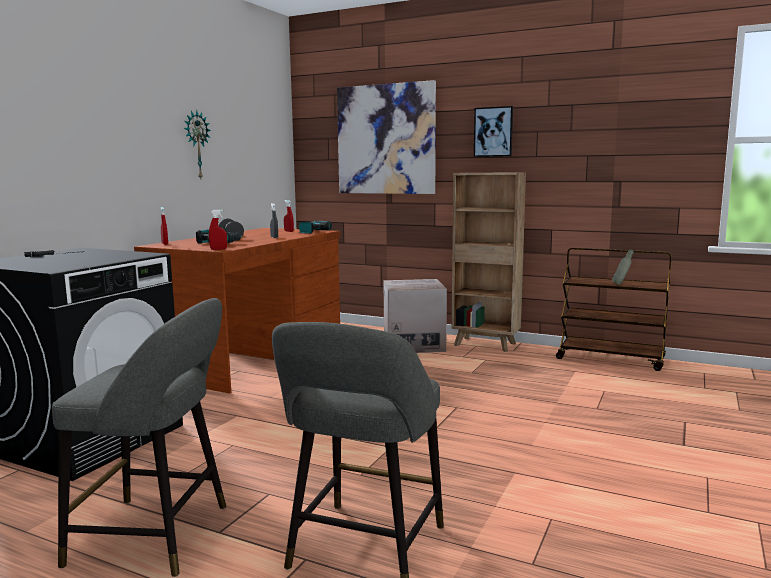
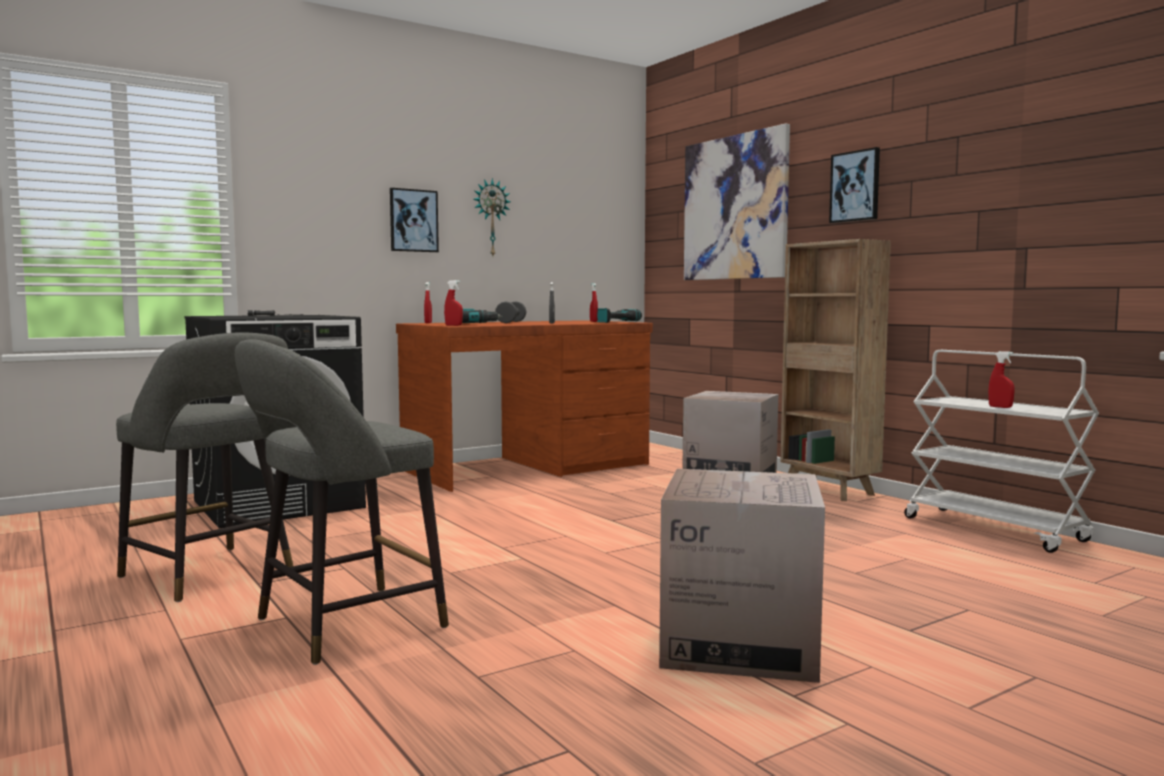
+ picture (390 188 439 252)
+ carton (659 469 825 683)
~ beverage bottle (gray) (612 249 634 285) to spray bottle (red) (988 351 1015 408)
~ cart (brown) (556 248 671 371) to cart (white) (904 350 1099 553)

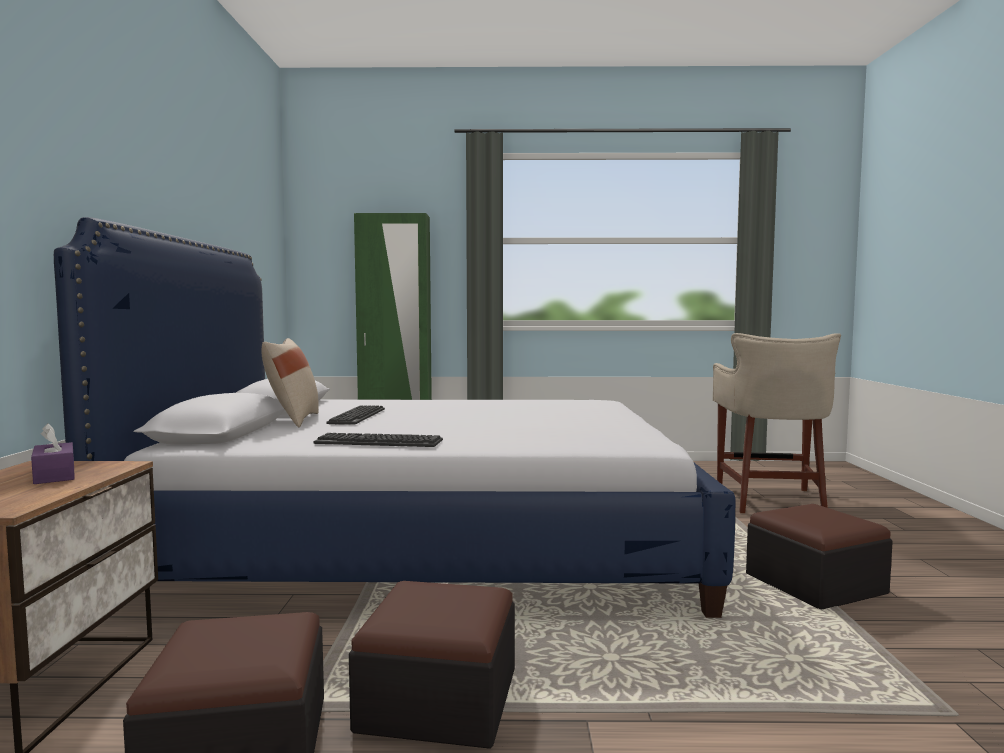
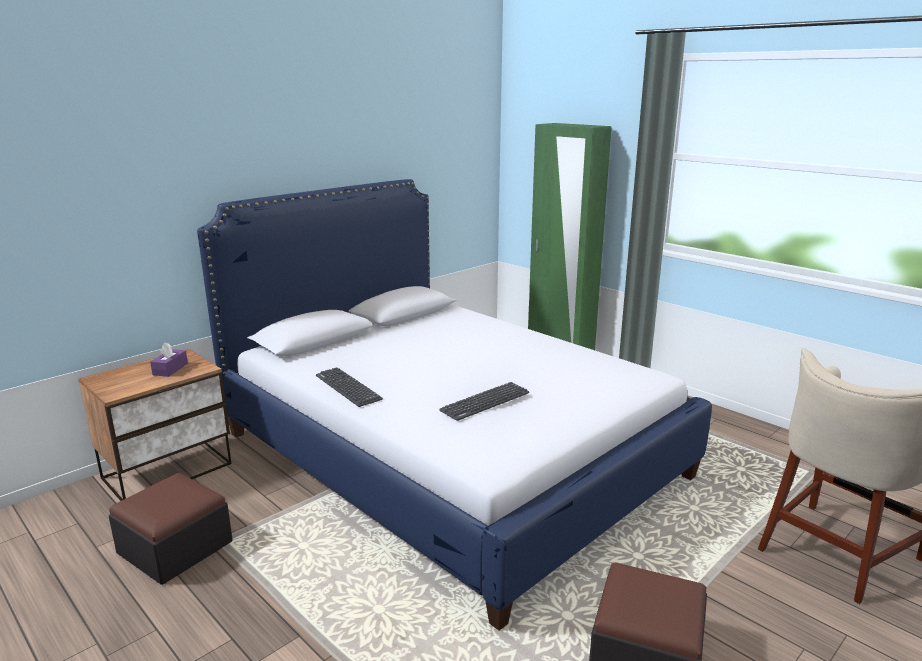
- cushion (sand-coloured) (261 338 319 427)
- ottoman (349 581 515 749)
~ computer keyboard (326 405 385 425) to (439 382 529 421)

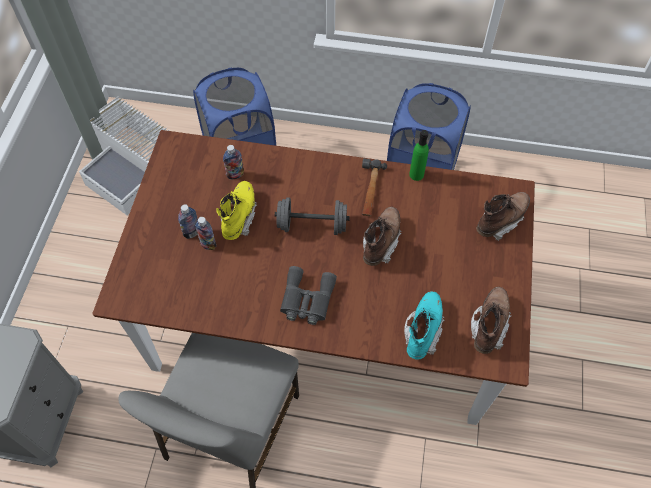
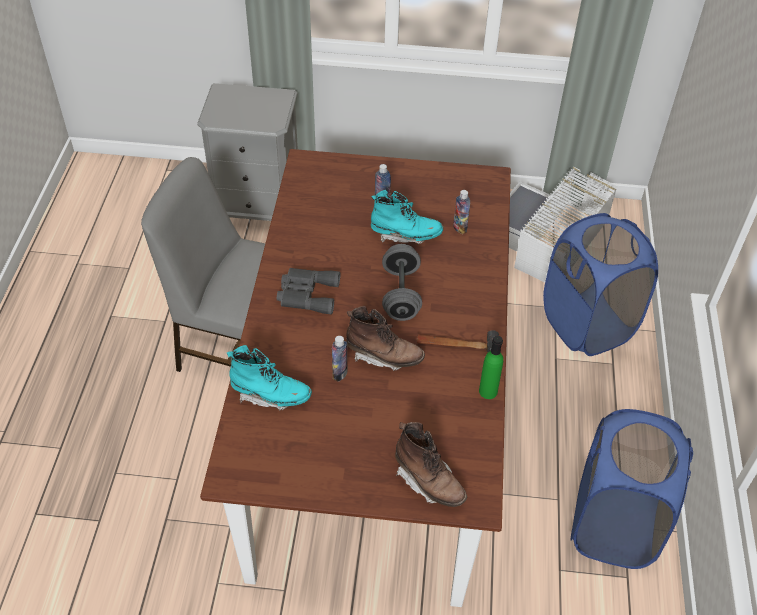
- boot (brown) (471 287 511 354)
~ beverage bottle (195 217 216 250) to (332 336 347 382)
~ boot (yellow) (216 181 258 240) to boot (turquoise-coloured) (371 190 443 244)

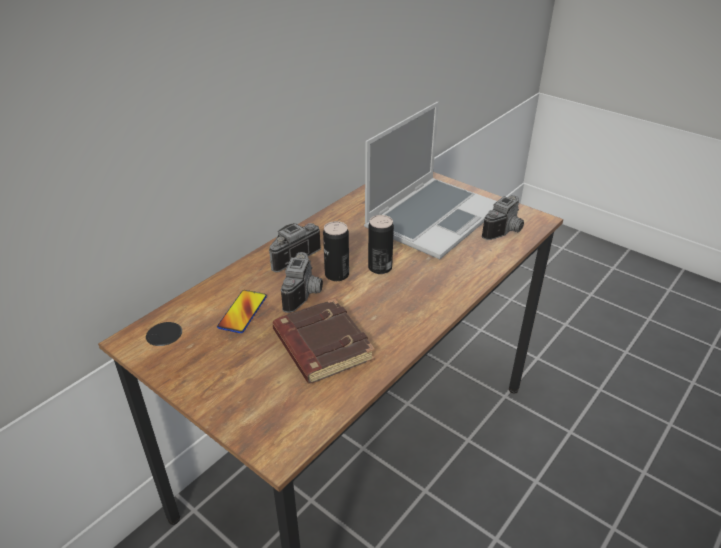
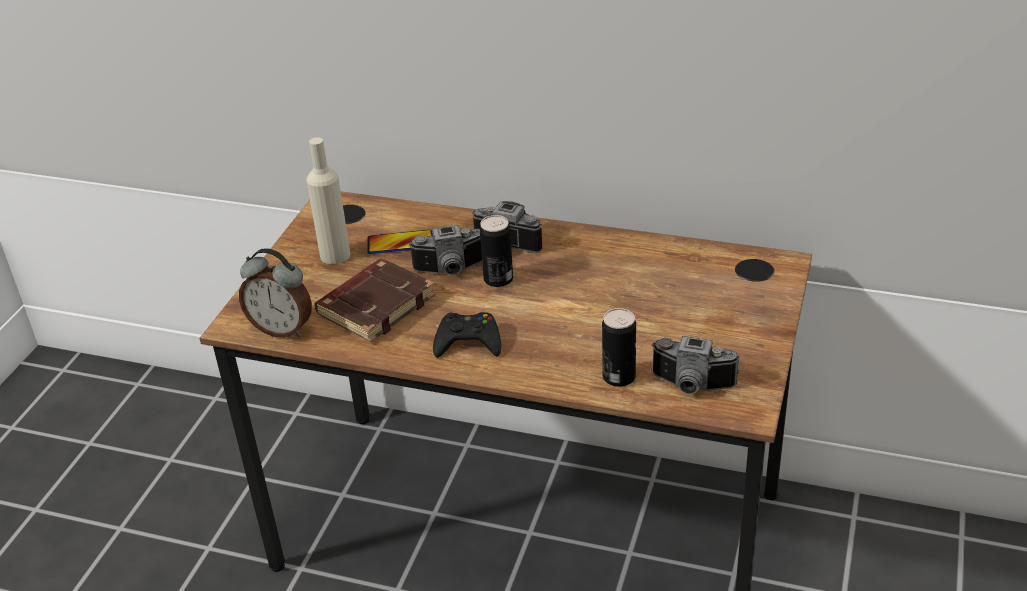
- portable computer (364 102 497 259)
+ table clock (239 248 312 338)
+ beverage bottle (sand-coloured) (307 137 350 264)
+ joypad (black) (433 312 502 358)
~ metal can (368 215 394 274) to (602 308 636 387)

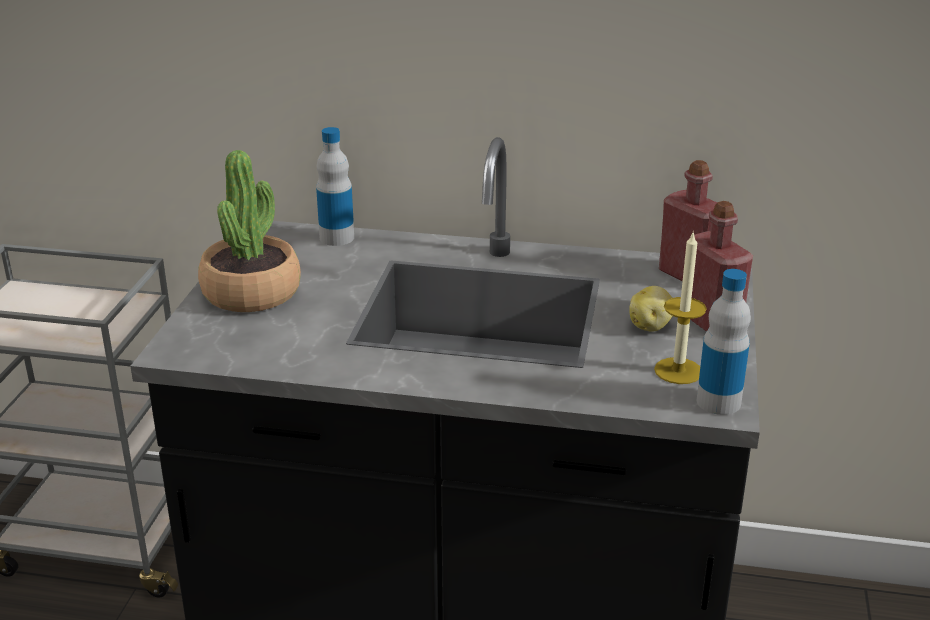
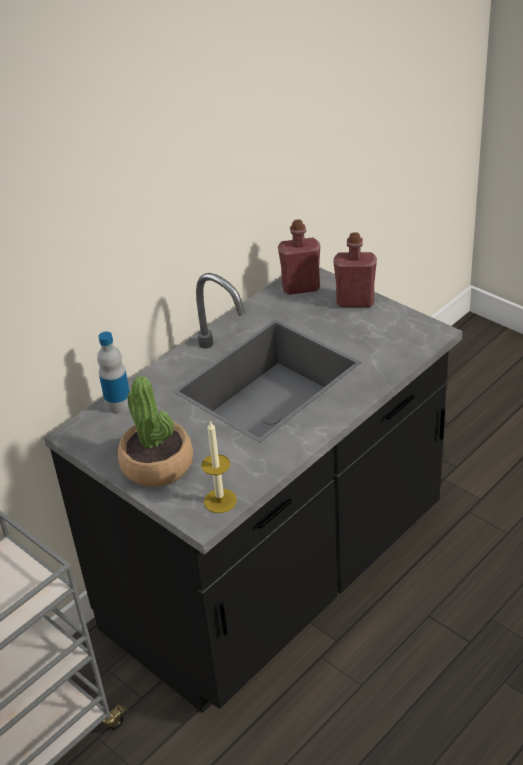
- spud (629 286 673 332)
- beverage bottle (697 269 751 415)
~ wax light (654 233 707 384) to (201 420 237 513)

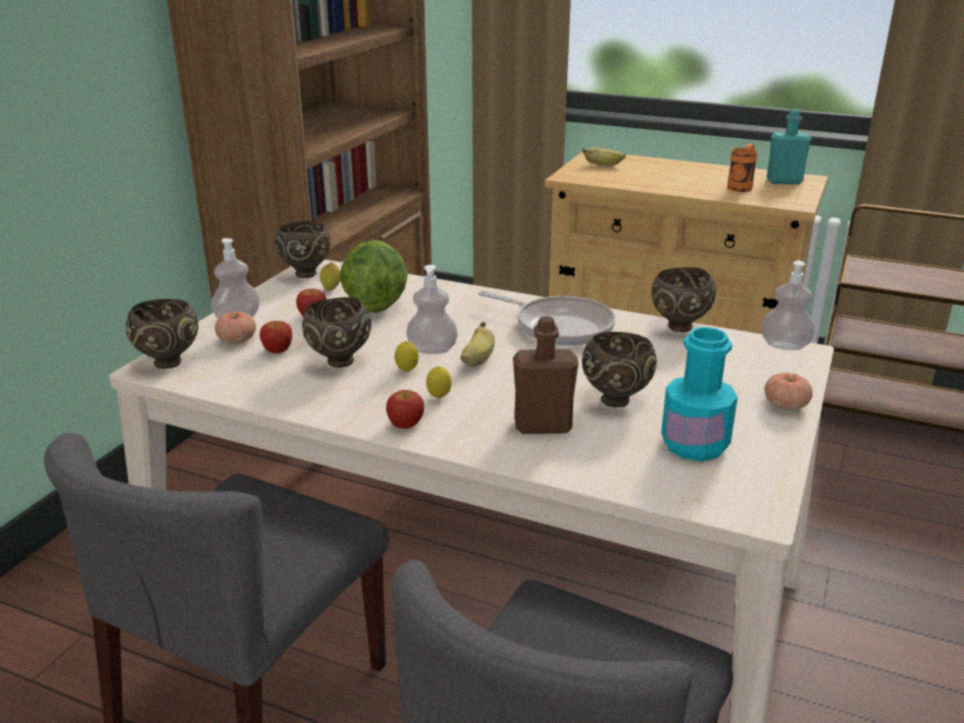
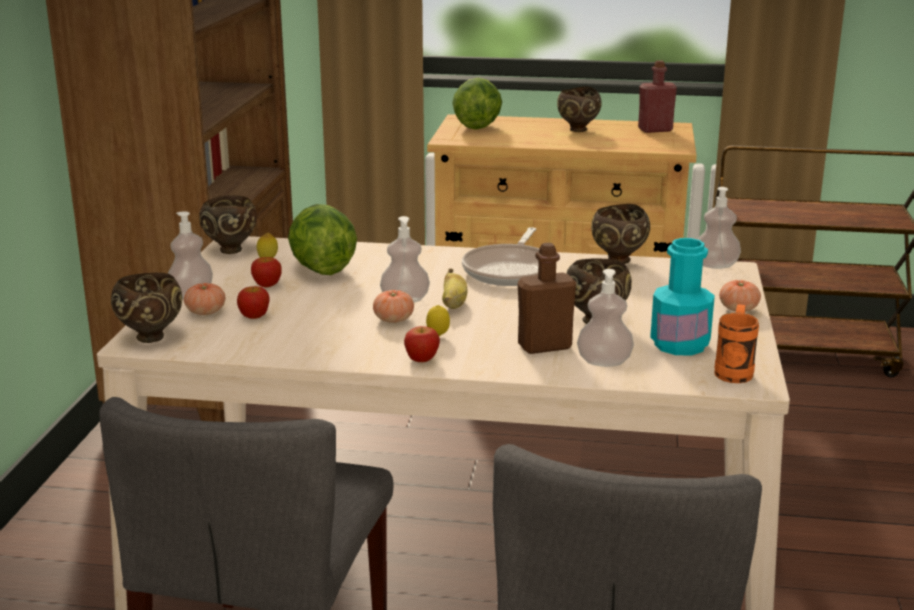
+ liquid soap bottle (577 269 634 367)
~ bowl (brown) (302 297 372 368) to (557 87 602 132)
~ coffee mug (orange-coloured) (727 144 757 192) to (714 304 759 383)
~ lemon (395 341 419 372) to fresh tomato (373 290 414 323)
~ banana fruit (582 148 626 166) to head of lettuce (452 77 502 130)
~ beverage bottle (turquoise-coloured) (766 109 811 184) to beverage bottle (red) (638 60 677 133)
~ frying pan (478 291 616 346) = (462 227 540 286) 90 degrees clockwise

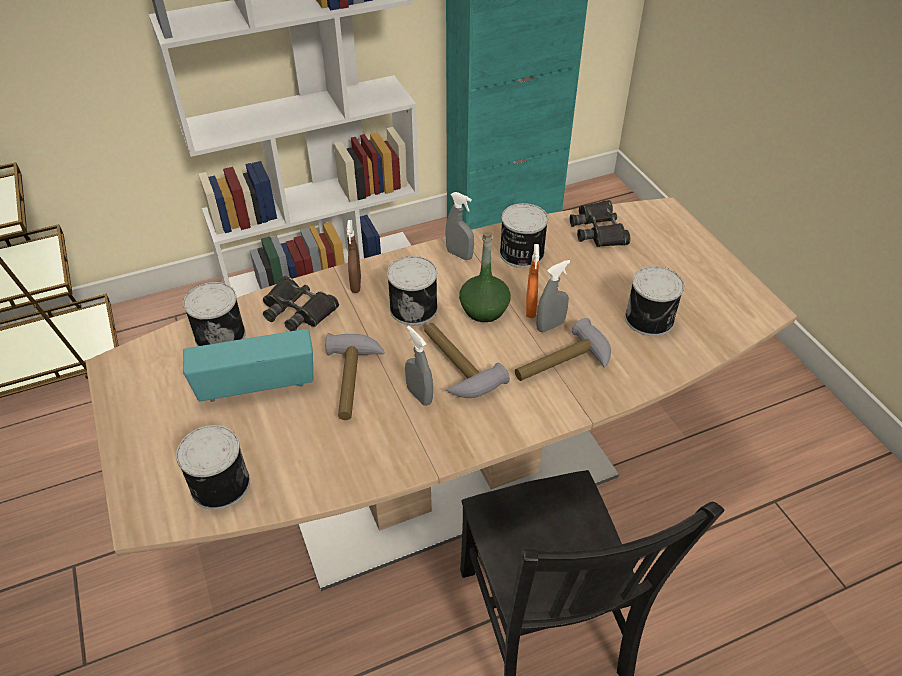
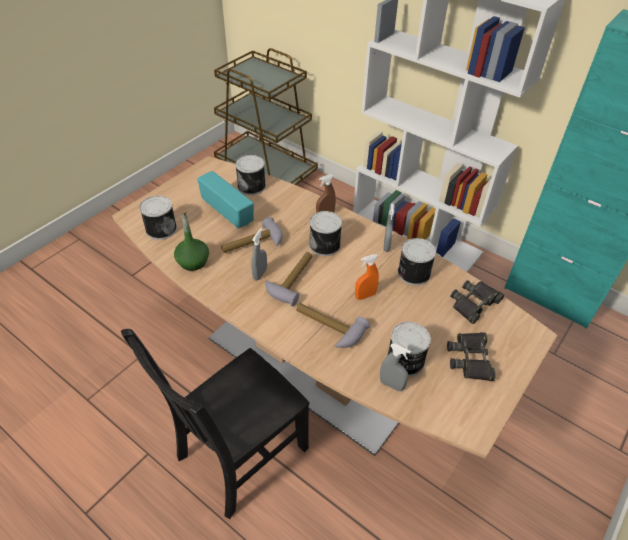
~ pair of binoculars (black) (263 276 339 331) to (447 332 496 381)
~ beverage bottle (green-coloured) (459 231 511 322) to (174 210 209 271)
~ spray bottle (gray) (536 260 570 332) to (380 344 411 391)

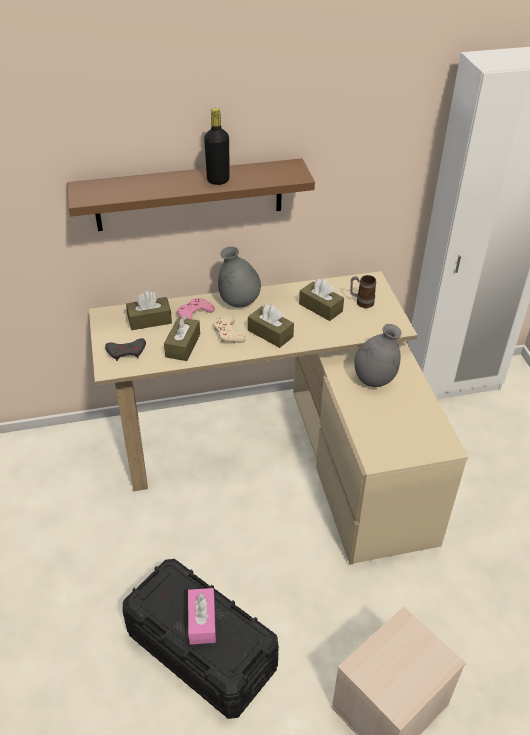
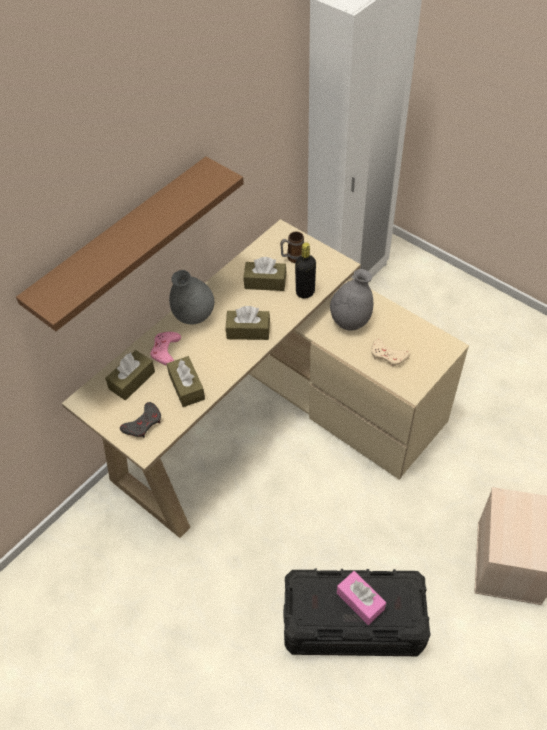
~ beverage bottle (black) (204 108 230 185) to (295 242 316 299)
~ joypad (sand-coloured) (213 316 246 343) to (371 339 410 367)

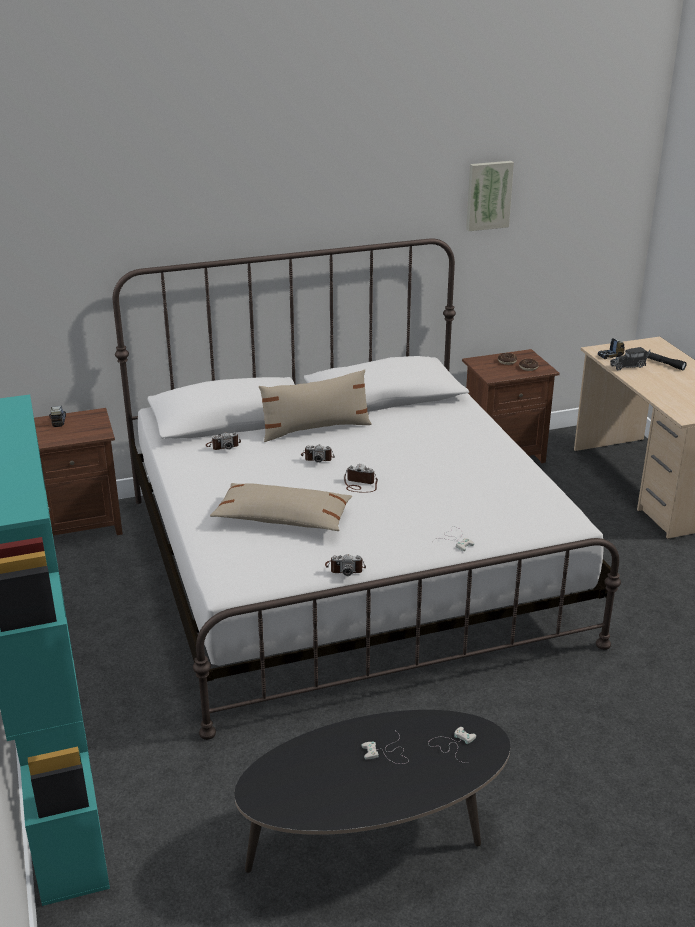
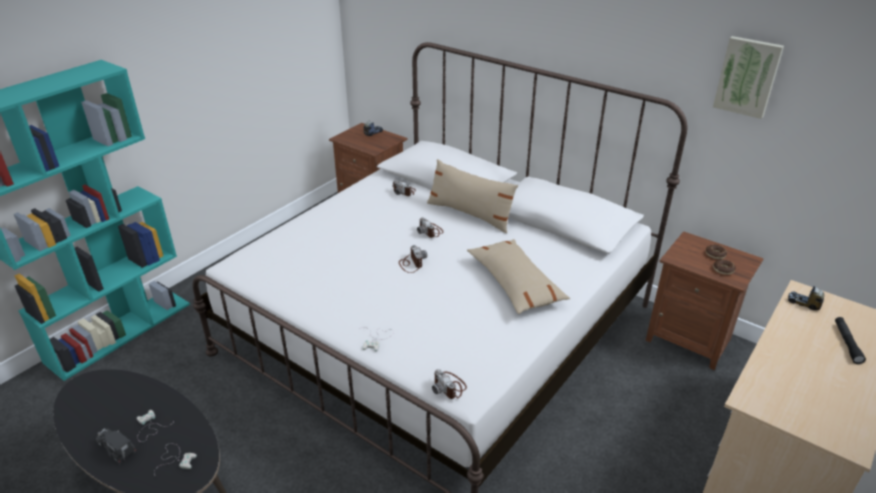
~ cushion (sand-coloured) (210 483 352 531) to (467 239 570 314)
~ photo camera (325 554 366 576) to (432 369 467 399)
~ toy truck (610 347 651 371) to (96 428 137 464)

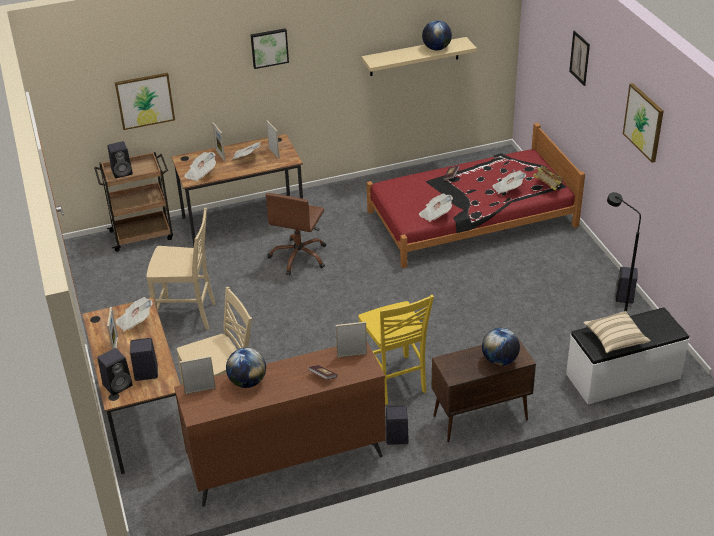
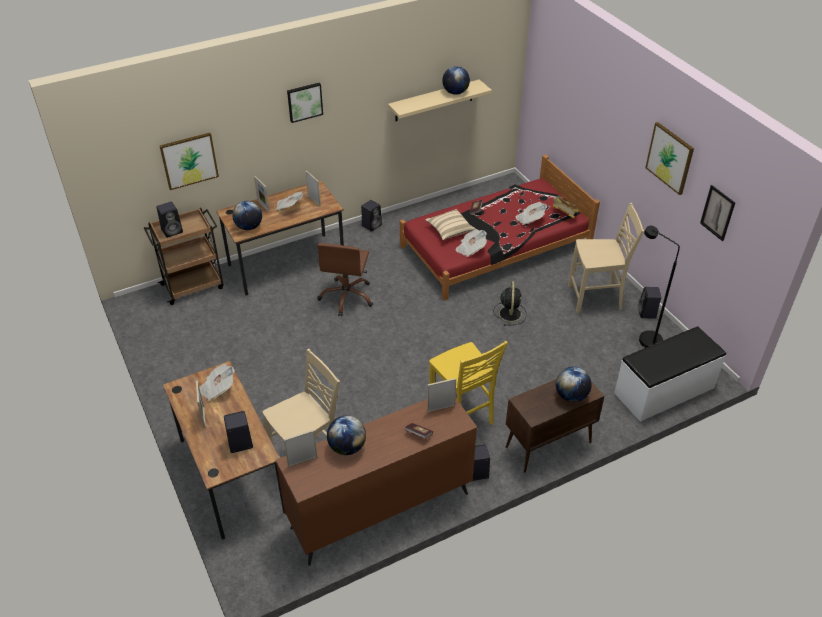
+ electric fan (black) (494 281 526 326)
~ loudspeaker (black) (97 348 132 396) to (361 200 382 232)
~ upright chair (sand-coloured) (146 208 216 330) to (568 203 644 313)
~ picture (569 31 590 86) to (700 185 735 241)
~ cushion (sand-coloured) (583 311 651 353) to (425 209 475 240)
~ daily paper (184 152 216 181) to globe (232 201 262 230)

